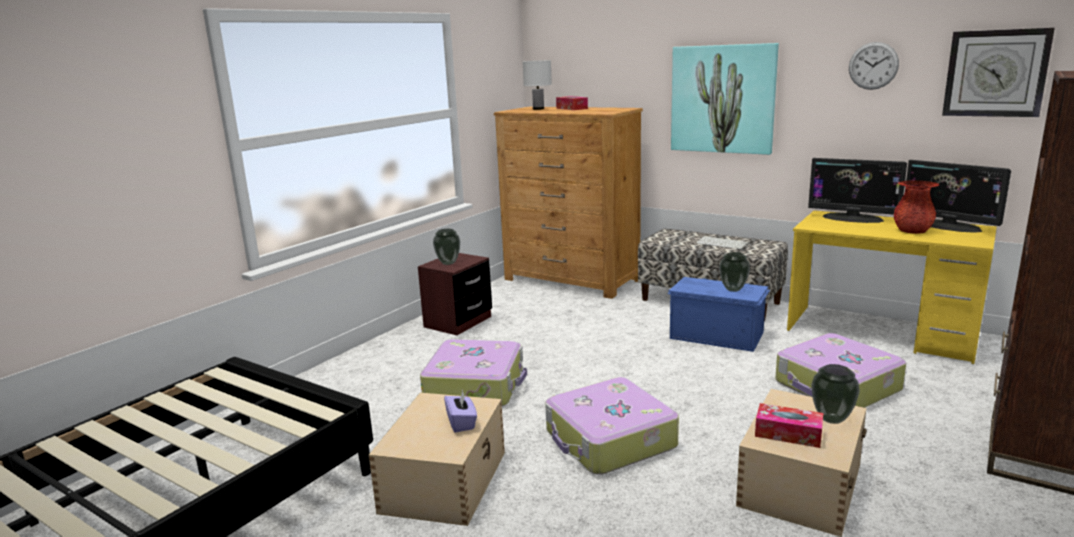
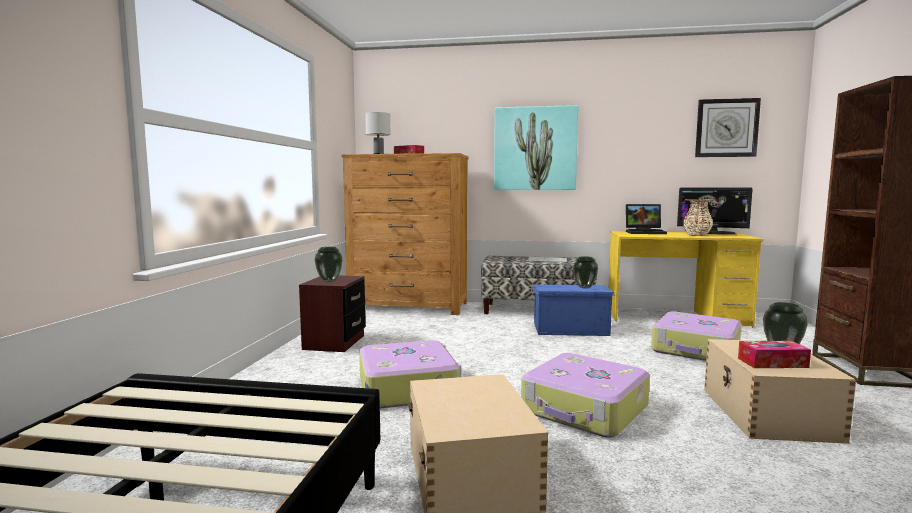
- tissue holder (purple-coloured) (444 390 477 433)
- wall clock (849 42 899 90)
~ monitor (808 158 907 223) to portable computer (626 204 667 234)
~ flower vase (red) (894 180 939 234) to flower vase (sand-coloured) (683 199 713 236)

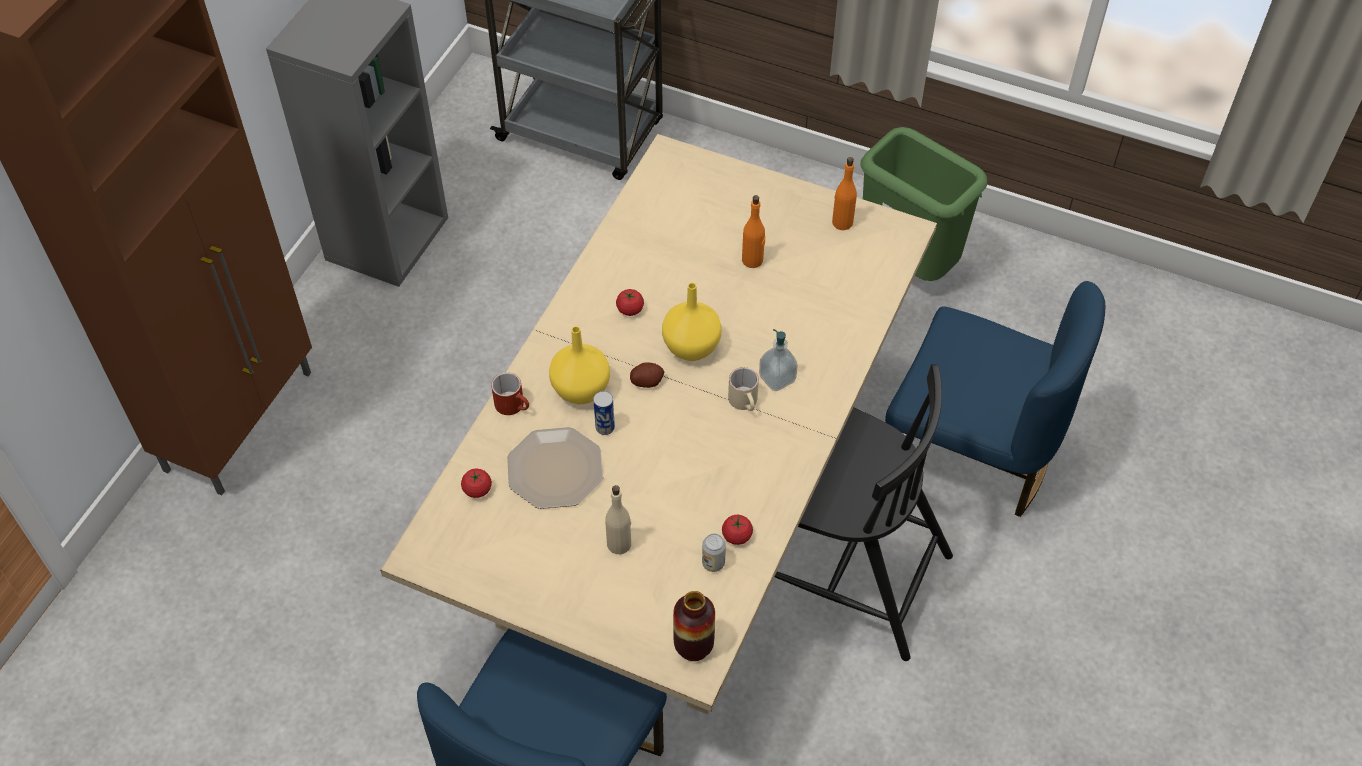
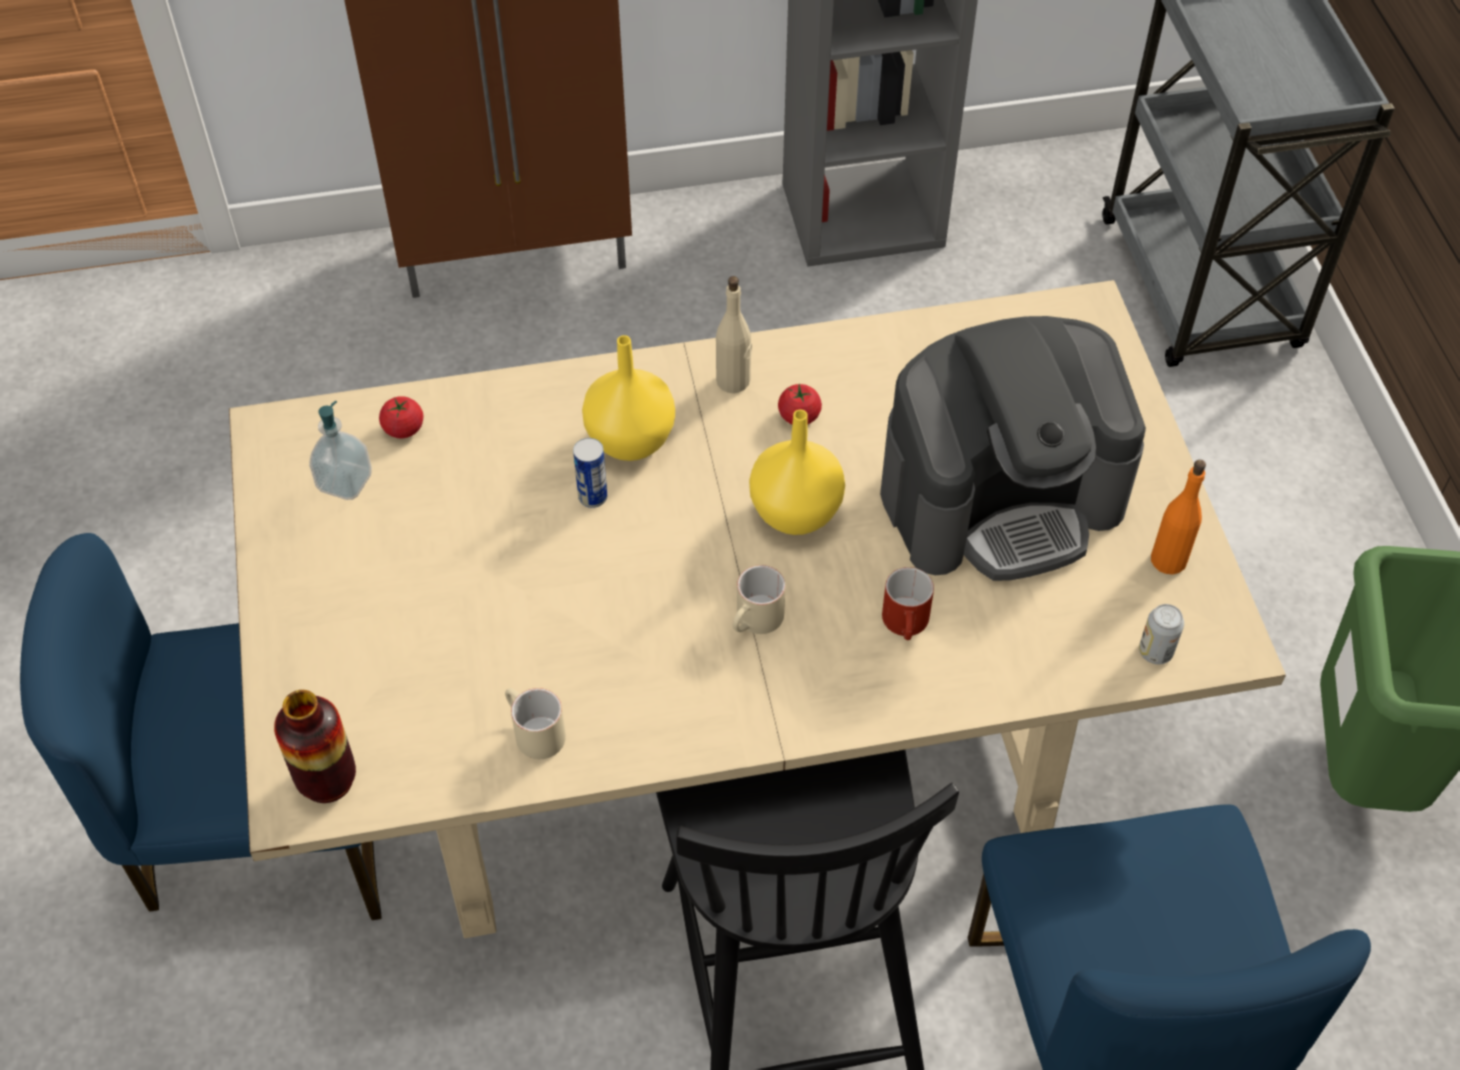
- plate (507 427 603 509)
- spud (630 362 664 388)
~ coffee mug (red) (491 372 529 415) to (882 567 934 640)
~ beverage bottle (sand-coloured) (605 485 631 554) to (716 276 752 393)
~ metal can (702 534 726 572) to (1139 604 1184 664)
~ liquid soap bottle (759 329 798 391) to (309 401 372 500)
~ fresh tomato (722 515 753 545) to coffee mug (sand-coloured) (505 688 566 759)
~ beverage bottle (orange-coloured) (742 195 766 268) to coffee brewer (880 316 1146 581)

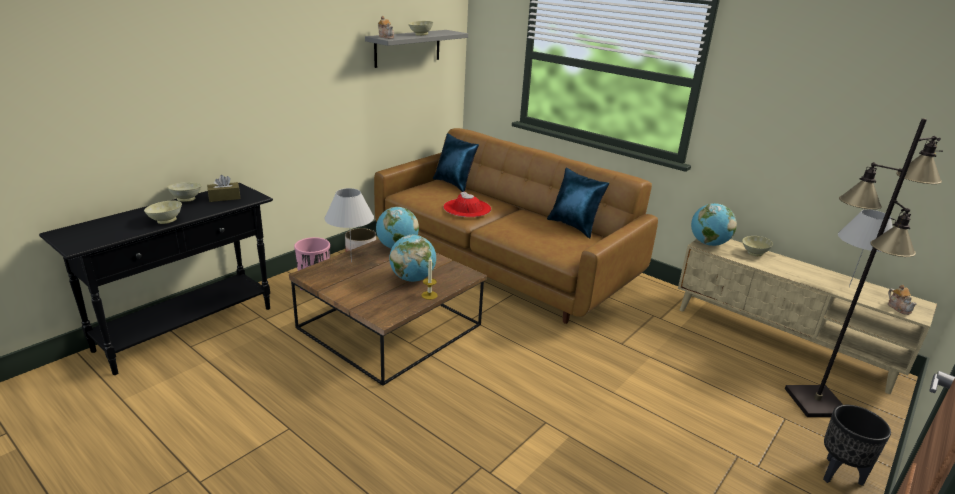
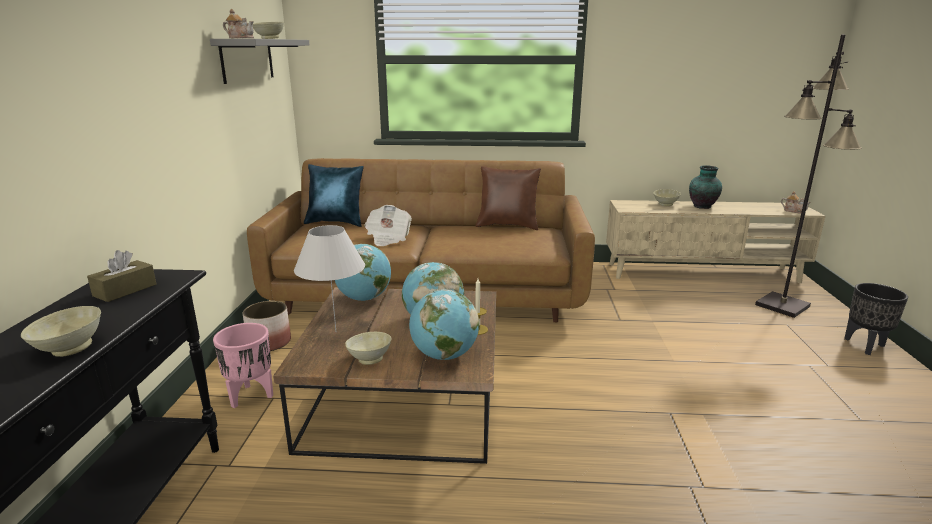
- lamp for a table (white) (838 209 893 287)
+ flower vase (689 165 722 209)
~ bowl (sand-coloured) (167 182 202 202) to (345 332 391 365)
~ globe (691 203 737 246) to (409 289 479 360)
~ clothing hat (red) (443 192 491 217) to daily paper (364 205 412 246)
~ cushion (blue-coloured) (547 168 609 238) to cushion (brown) (476 166 541 230)

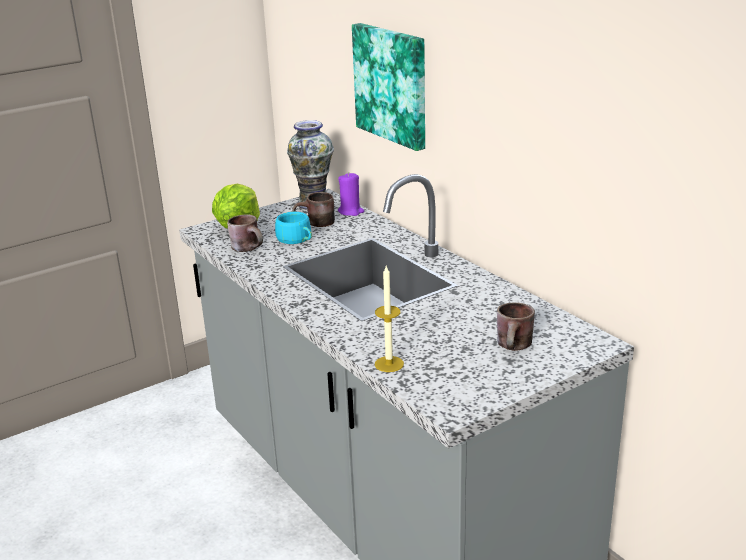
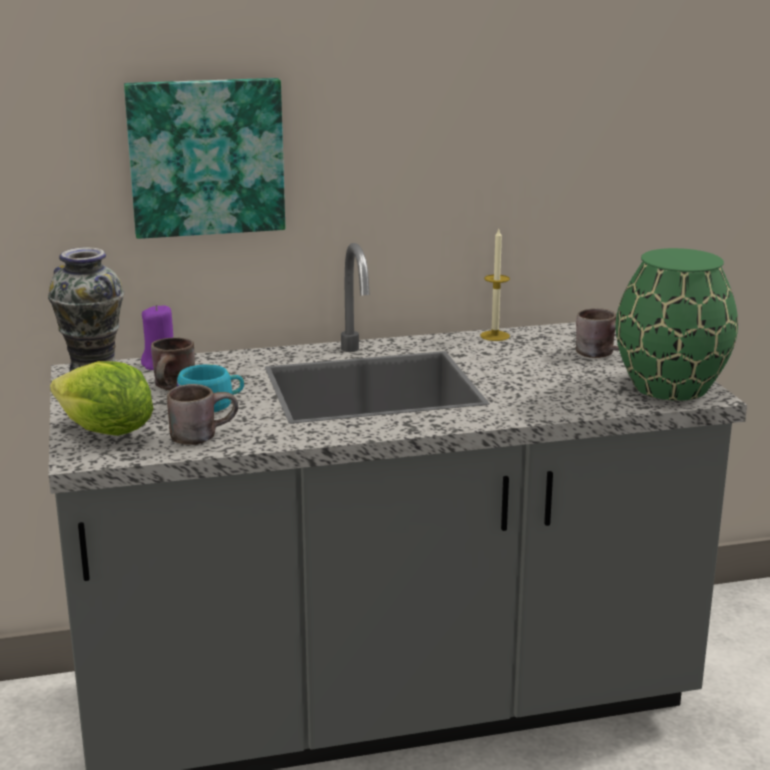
+ flower vase (green-coloured) (616 248 738 401)
~ wax light (375 266 404 372) to (480 229 510 341)

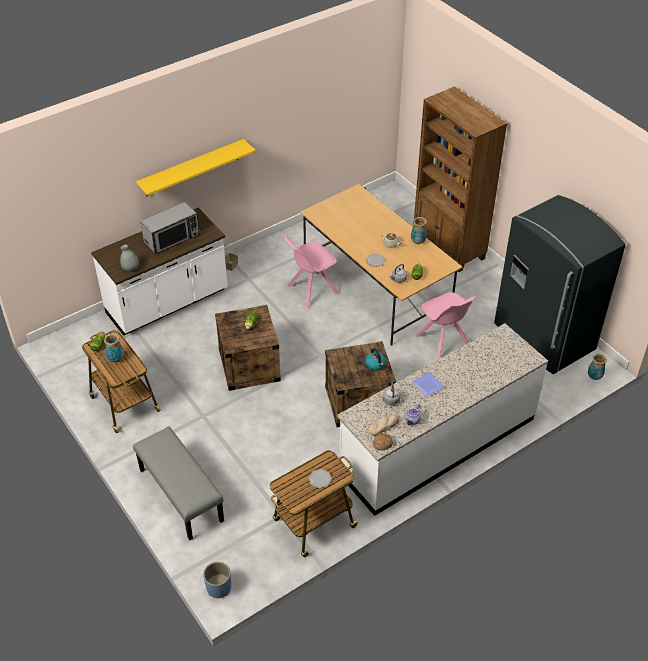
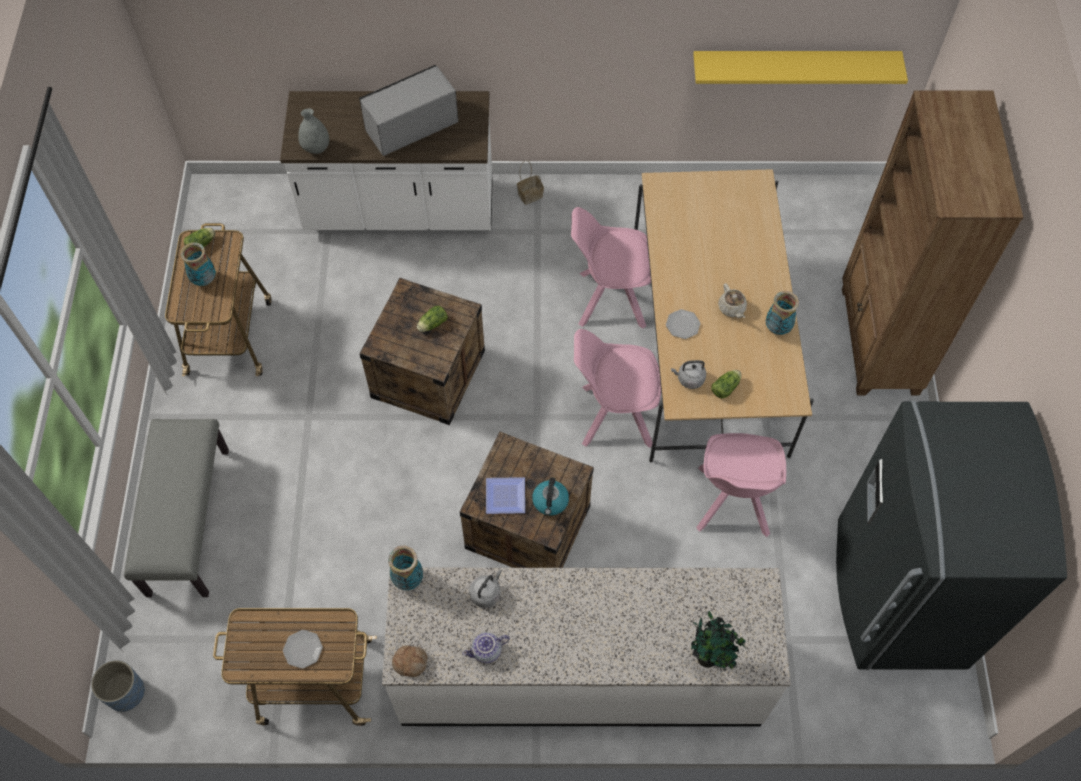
- baked bread (368 415 399 436)
+ upright chair (pink) (574 329 661 448)
+ plant in a pot (690 611 746 670)
~ shelf (yellow) (136 139 256 196) to (693 51 908 84)
~ plate (411 372 445 397) to (486 477 525 514)
~ flower vase (588 353 607 380) to (388 546 423 590)
~ microwave oven (140 202 200 254) = (359 65 458 156) 150 degrees clockwise

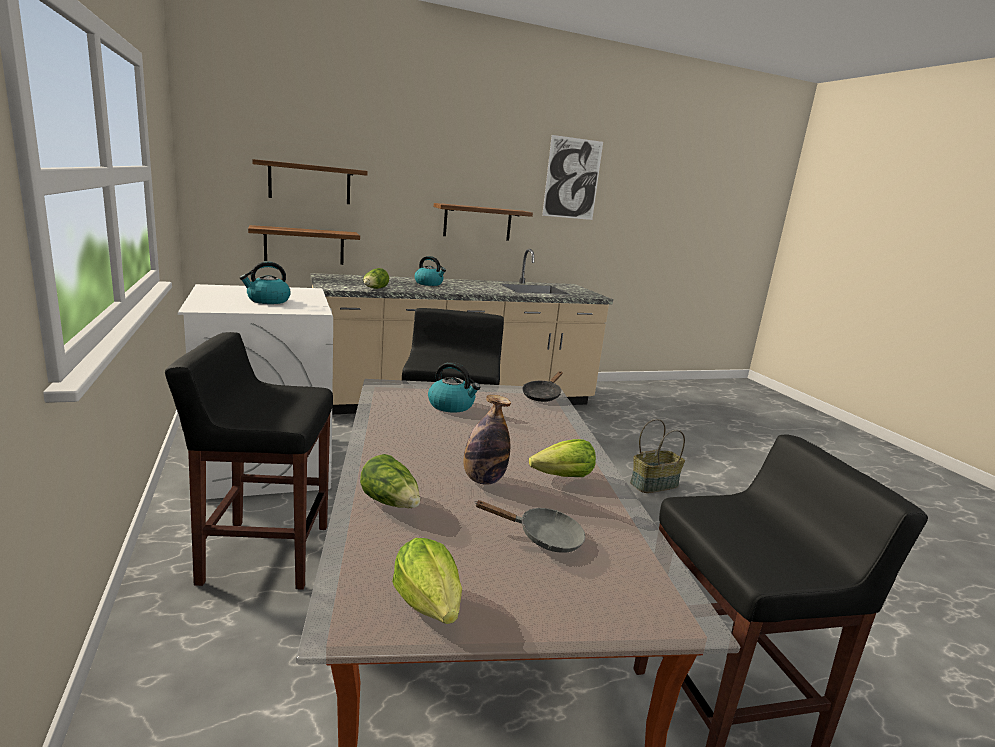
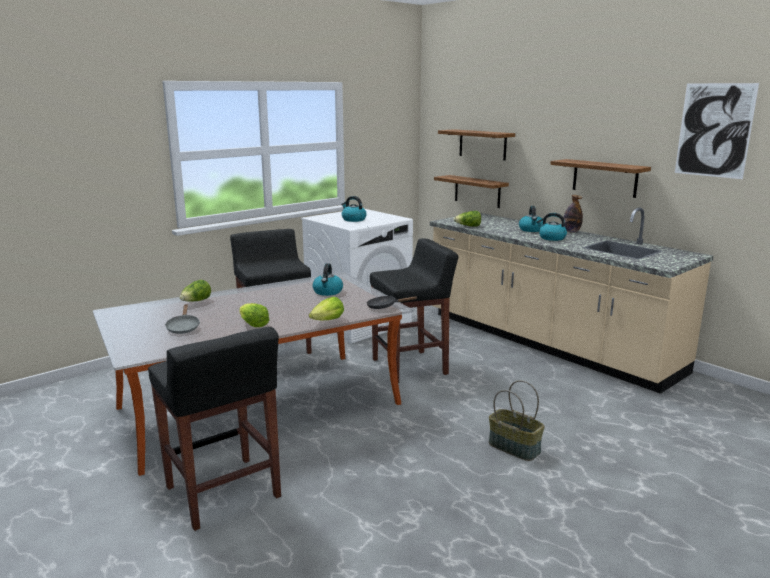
+ tea kettle (536 213 567 241)
~ head of lettuce (392 538 462 624) to (309 297 344 320)
~ beverage bottle (463 395 511 485) to (563 195 583 233)

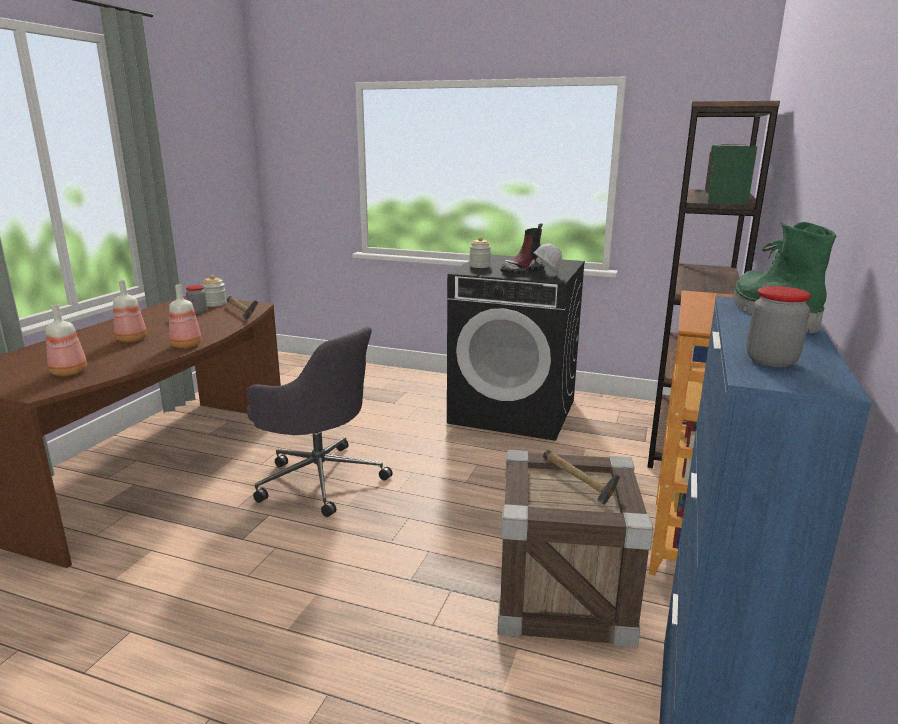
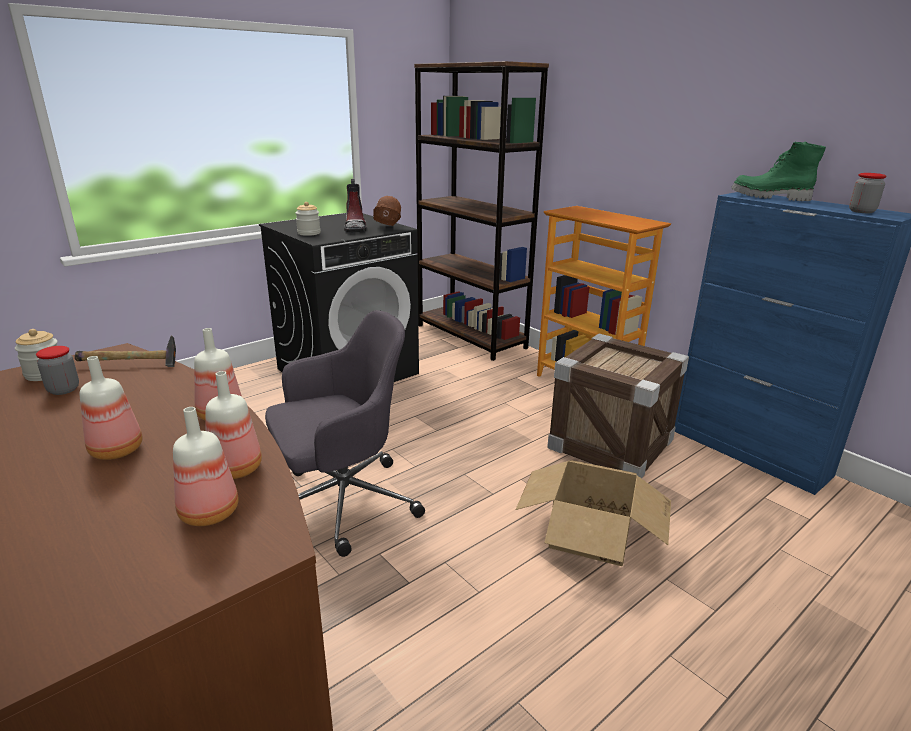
- tool hammer (543 450 620 505)
+ beverage bottle (206 371 262 479)
+ carton (515 460 671 566)
~ hard hat (white) (533 243 562 276) to hard hat (brown) (373 196 401 226)

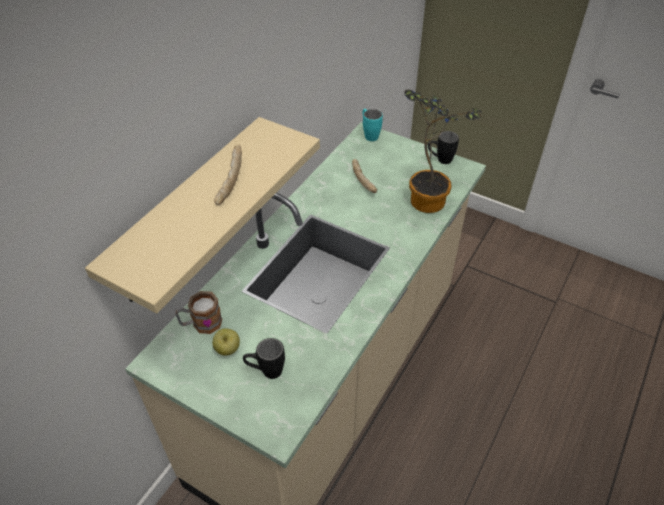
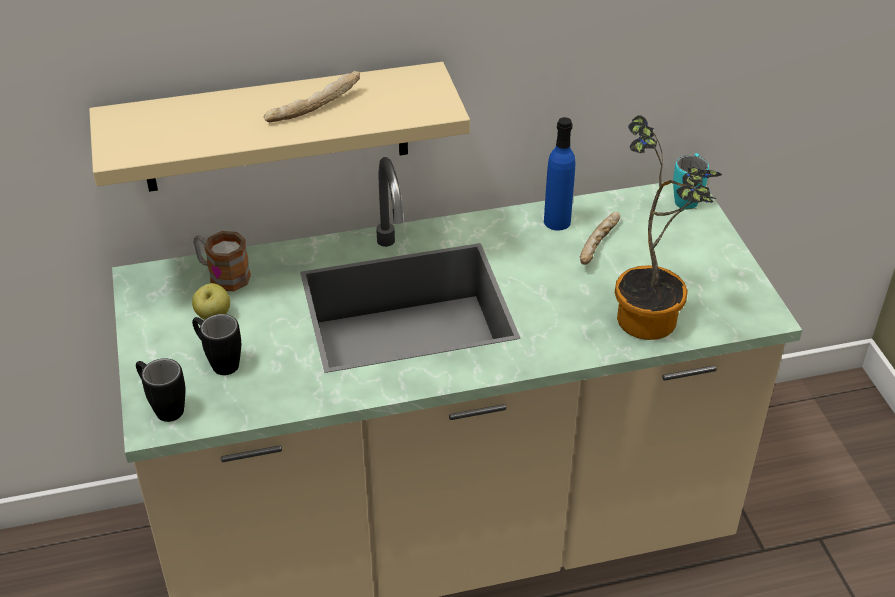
+ beverage bottle (blue-coloured) (544 117 575 231)
~ coffee mug (black) (428 131 459 164) to (136 358 186 422)

